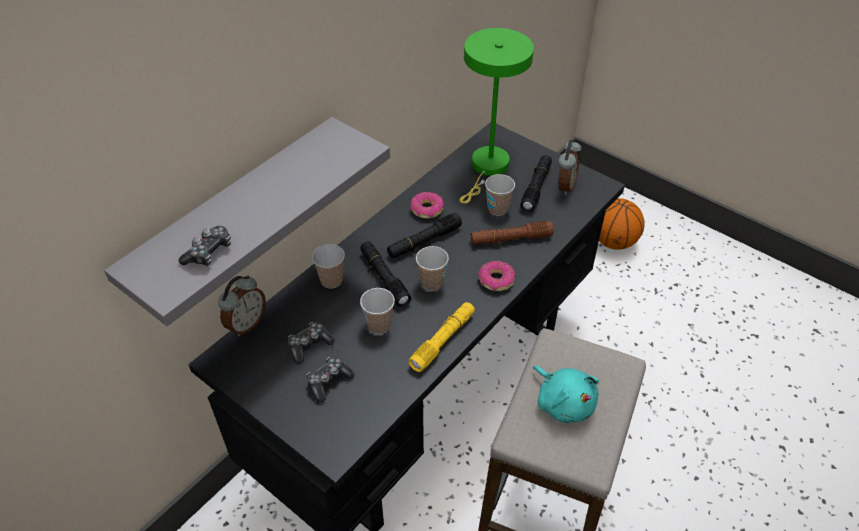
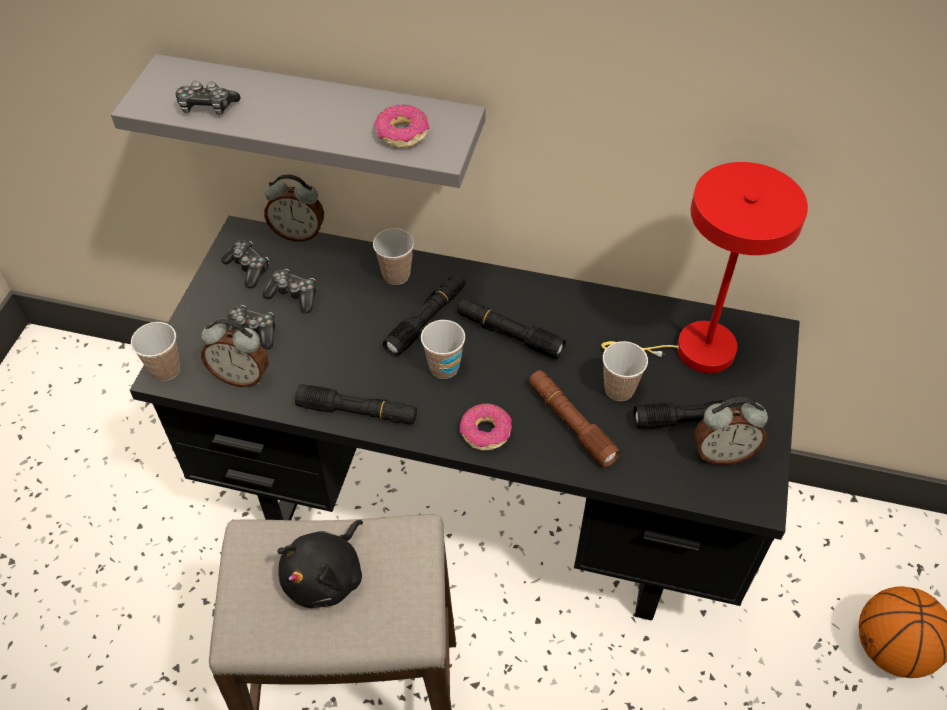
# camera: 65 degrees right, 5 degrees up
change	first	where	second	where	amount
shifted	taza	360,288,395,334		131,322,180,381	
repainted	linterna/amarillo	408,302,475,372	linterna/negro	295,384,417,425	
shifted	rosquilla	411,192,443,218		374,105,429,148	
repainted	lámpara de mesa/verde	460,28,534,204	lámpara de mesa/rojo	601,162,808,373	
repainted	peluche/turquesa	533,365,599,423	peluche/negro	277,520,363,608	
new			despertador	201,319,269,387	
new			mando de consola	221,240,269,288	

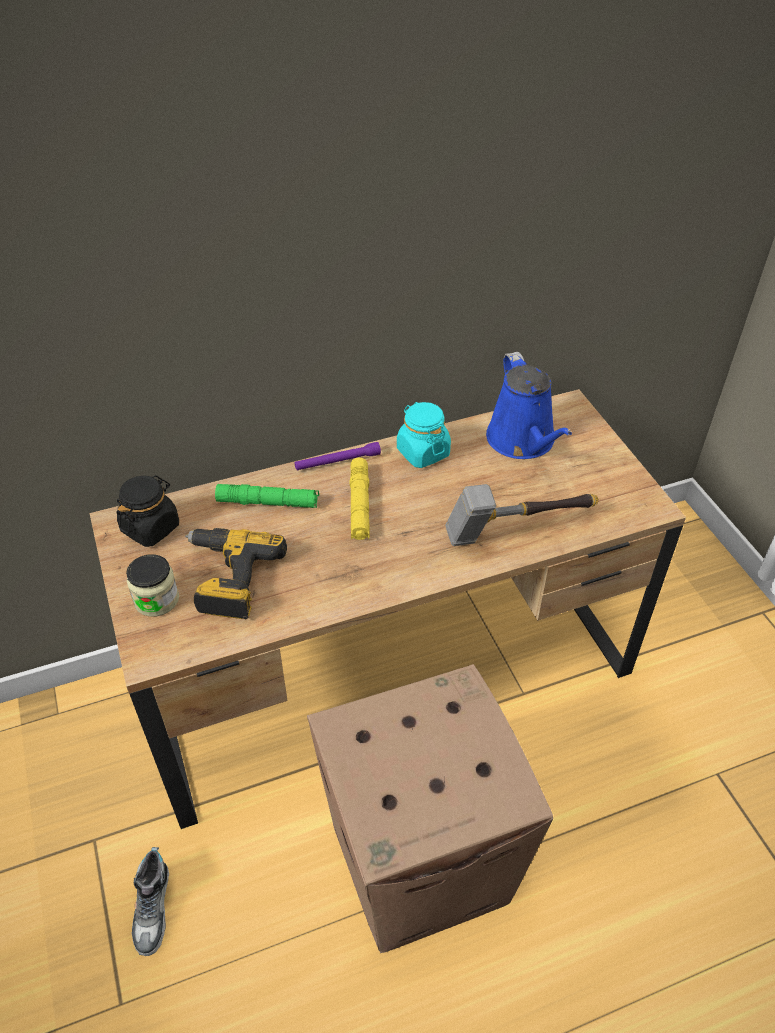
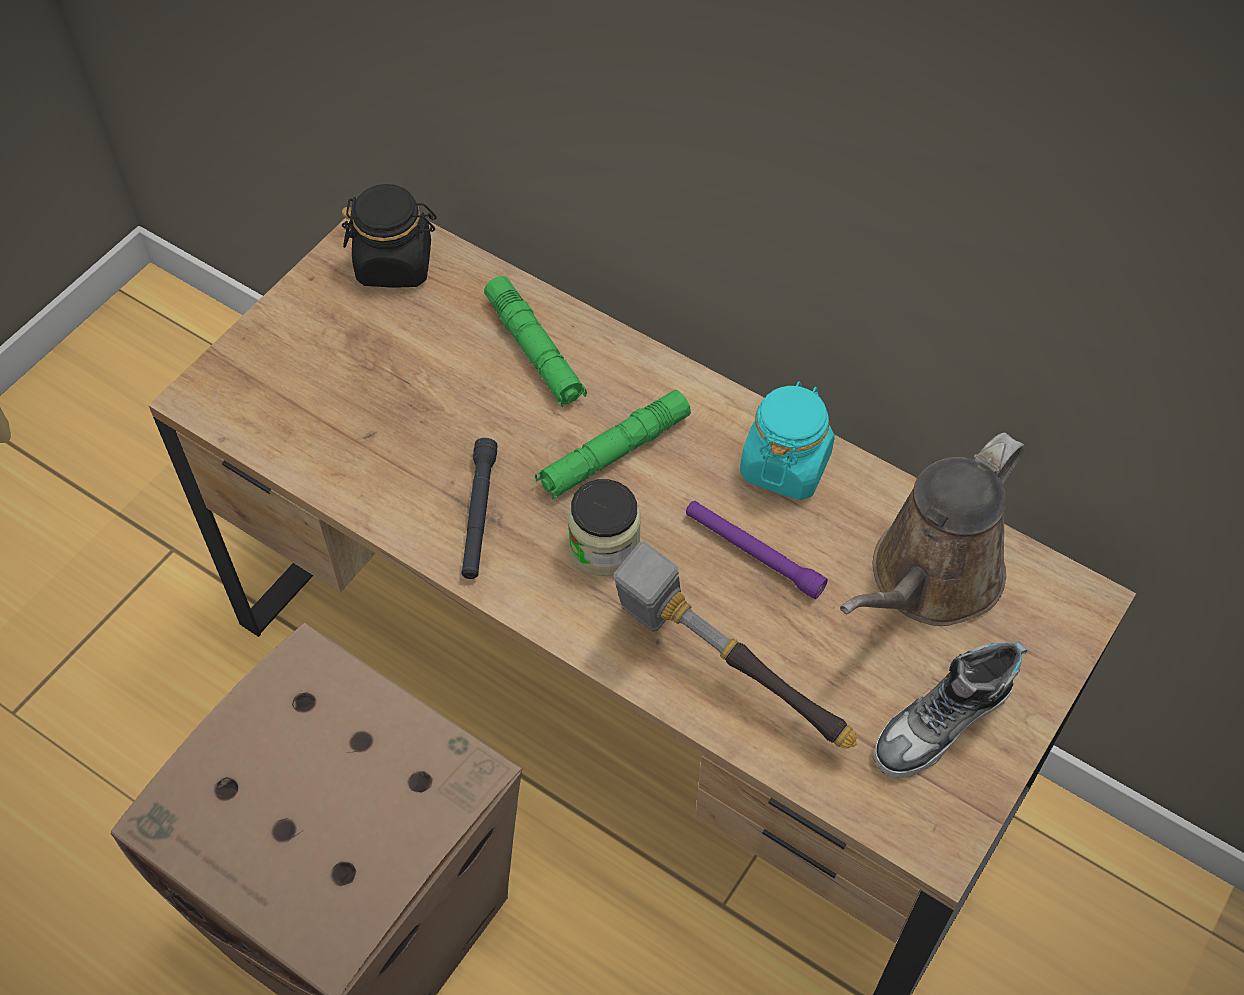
# camera: 55 degrees right, 10 degrees up
change	first	where	second	where	amount
shifted	tarro	126,554,179,617		568,479,641,576	
shifted	zapato	132,847,169,956		873,642,1027,778	
gone	taladro	185,528,287,619			
shifted	linterna/morado	295,442,381,470		686,501,828,599	
repainted	linterna/amarillo	350,458,370,540	linterna/verde	535,390,691,500	
repainted	regadera/azul	486,352,572,459	regadera/marrón	840,433,1025,626	
new			linterna/negro	461,438,498,579	

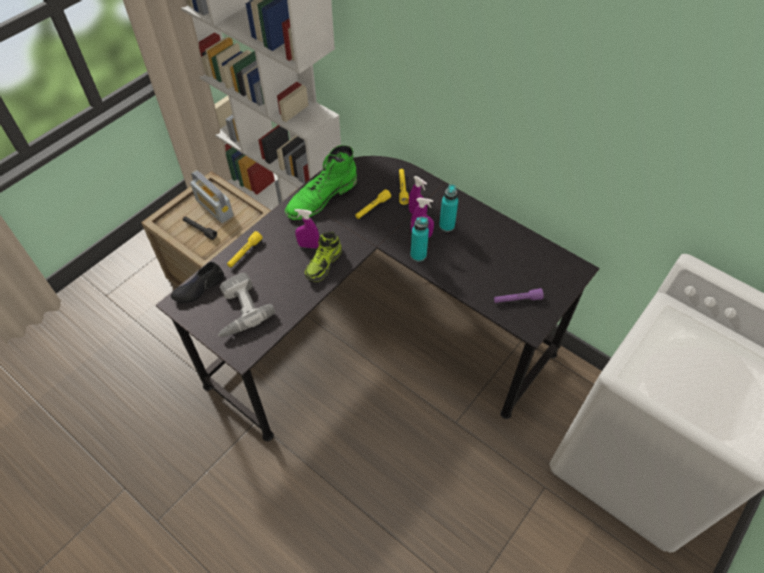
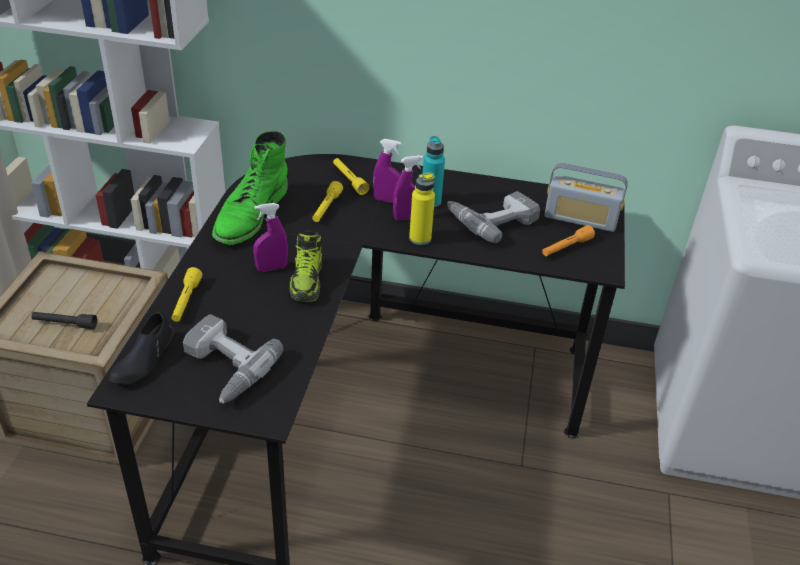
# camera: 30 degrees left, 15 degrees down
change	first	where	second	where	amount
shifted	radio	190,170,234,223		544,163,628,232	
repainted	botella/turquesa	410,217,429,262	botella/amarillo	409,173,435,245	
repainted	linterna/morado	494,288,544,303	linterna/naranja	542,225,595,256	
new			taladro	447,191,540,244	

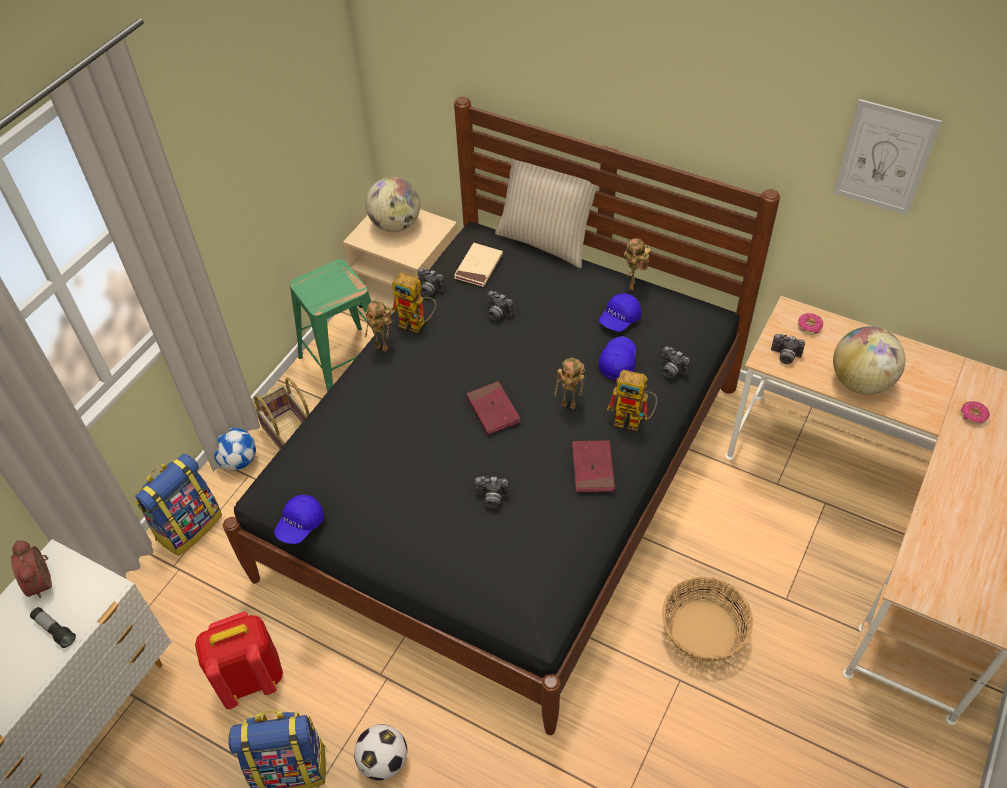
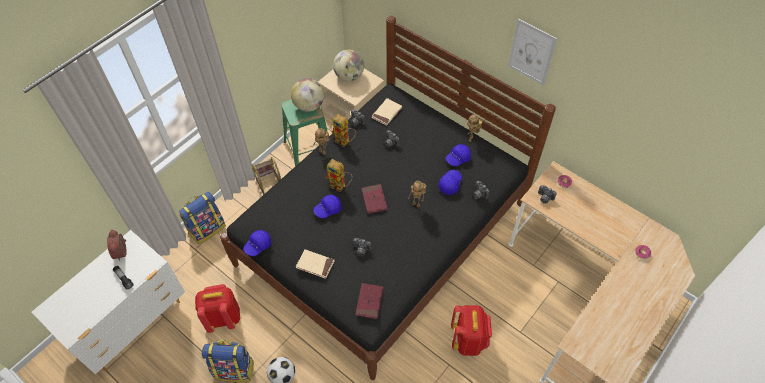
# camera: 10 degrees right, 5 degrees up
change	first	where	second	where	amount
gone	balón de fútbol	214,428,256,470			
gone	cojín/beis	495,158,598,268			
shifted	libro/rojo	572,440,615,492		356,283,383,319	
shifted	robot de juguete	607,370,657,431		326,159,352,192	
swapped	cesta	662,577,753,662	mochila/rojo	451,305,492,356	
shifted	cuadro	833,99,942,215		508,19,557,85	
shifted	globo terráqueo	833,326,905,395		291,78,324,112	
new			libro/beis	296,249,334,279	
new			gorra/azul	313,195,341,218	

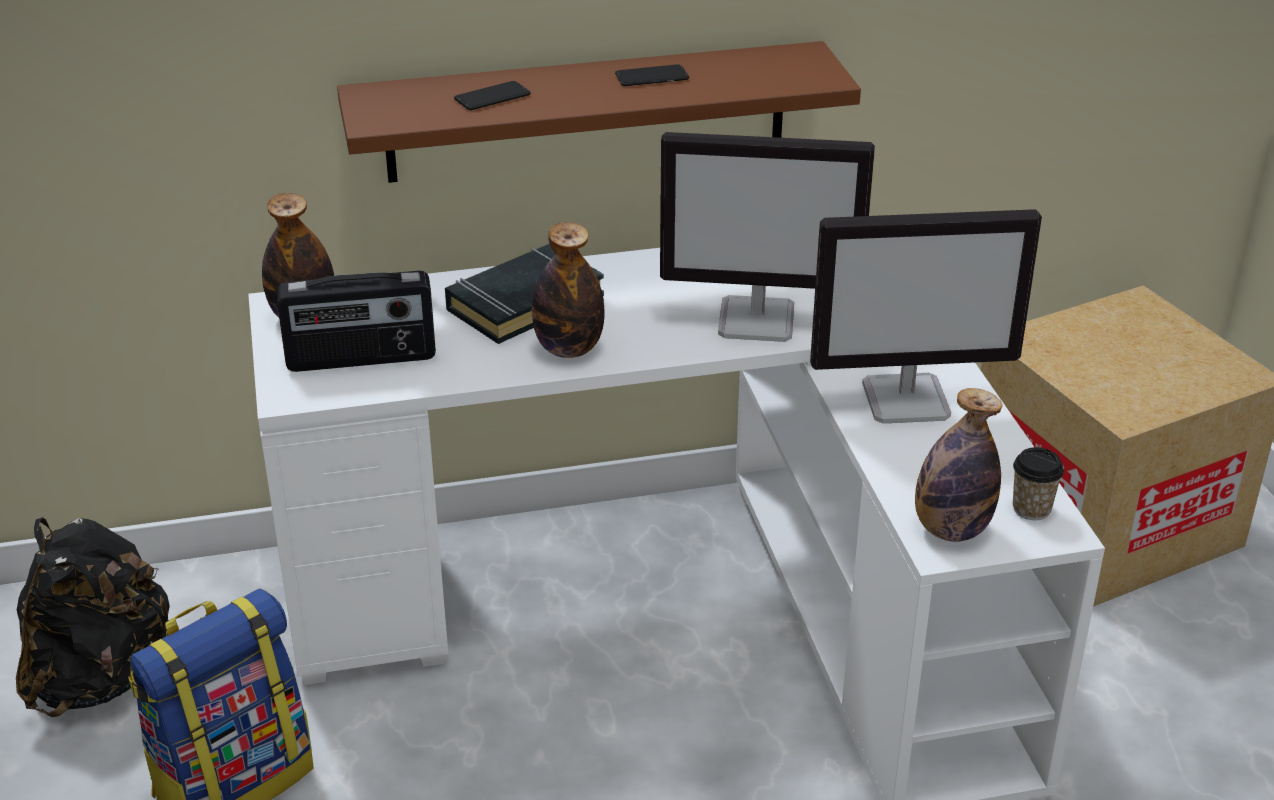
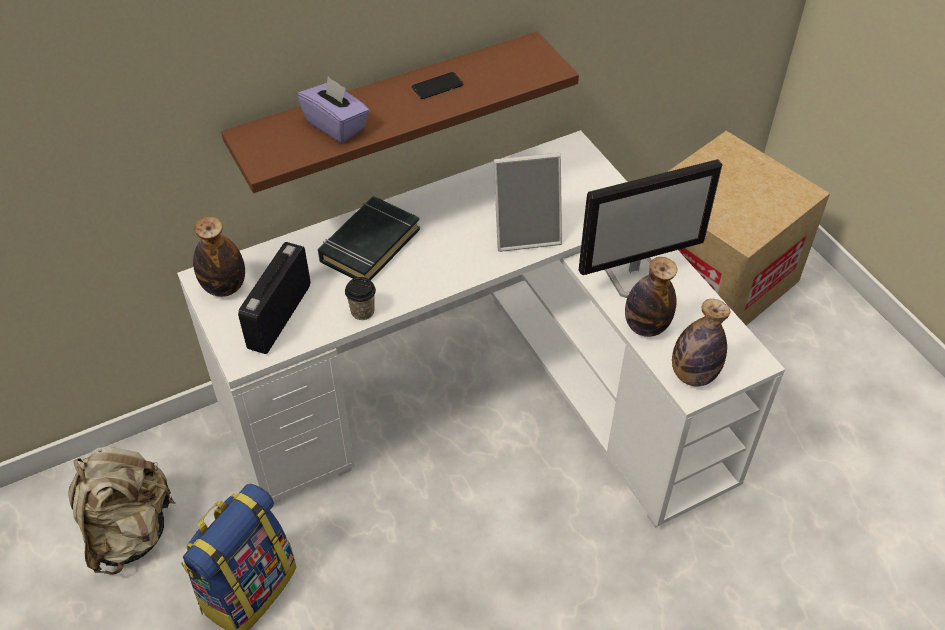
# camera: 15 degrees left, 15 degrees up
change	first	where	second	where	amount
repainted	mochila/negro	16,517,170,717	mochila/beis	68,447,176,575	
rotated	radio	277,271,436,372		238,242,310,354	135 degrees clockwise
swapped	móvil	454,81,530,110	caja de pañuelos/morado	297,76,370,143	
shifted	botella	532,222,605,358		625,257,677,337	
swapped	monitor	660,132,875,342	portarretratos	494,153,562,252	
shifted	taza	1013,447,1064,520		345,277,376,320	

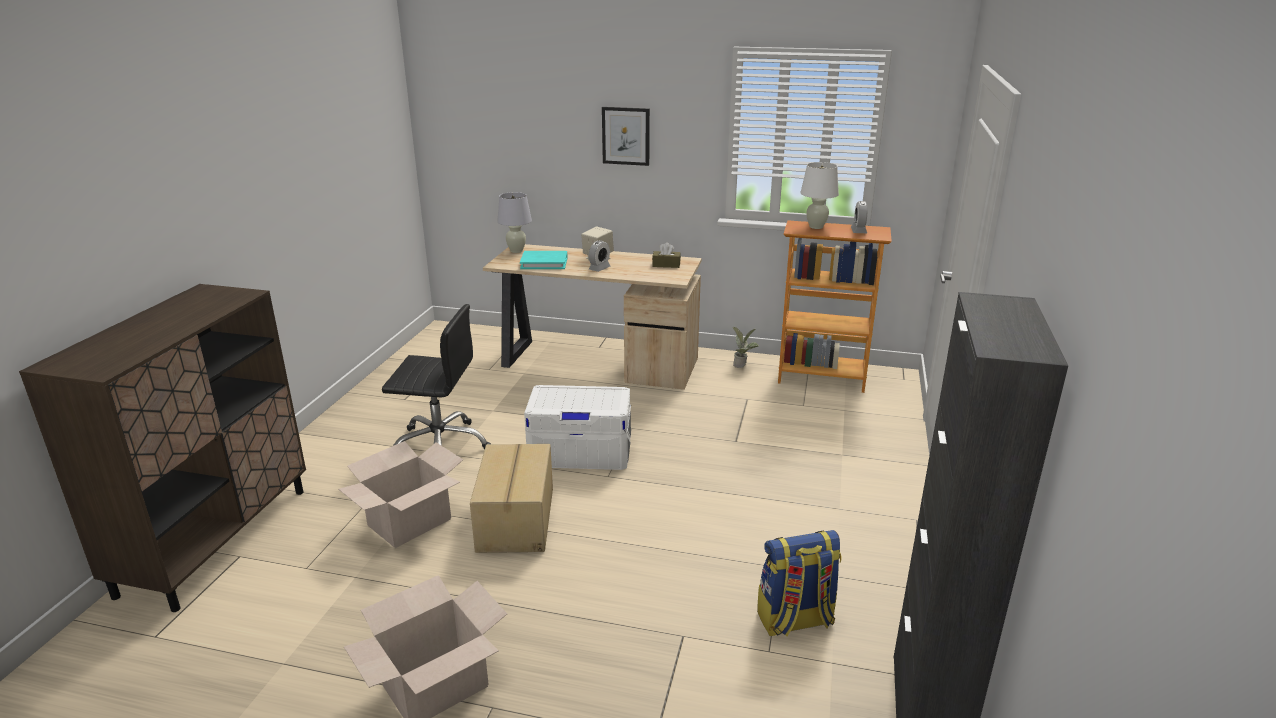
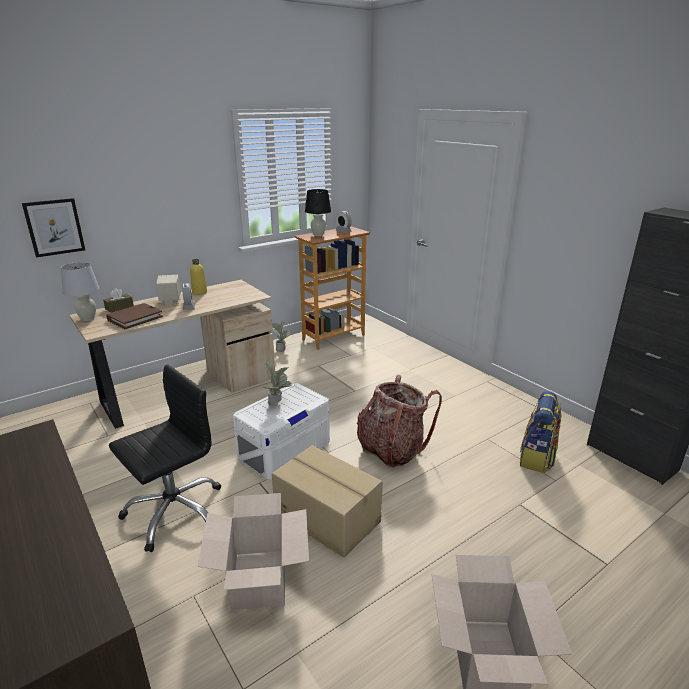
# camera: 50 degrees left, 0 degrees up
change	first	where	second	where	amount
repainted	libro/turquesa	520,251,567,269	libro/marrón	106,303,163,329	
shifted	cuadro	602,107,650,166		22,198,85,258	
shifted	caja de pañuelos/marrón	652,242,681,268		103,288,134,313	
repainted	lámpara de mesa/blanco	800,162,839,229	lámpara de mesa/negro	305,189,331,236	
new			botella/amarillo	190,259,207,295	
new			planta en maceta	262,362,292,406	
new			mochila	357,375,442,468	

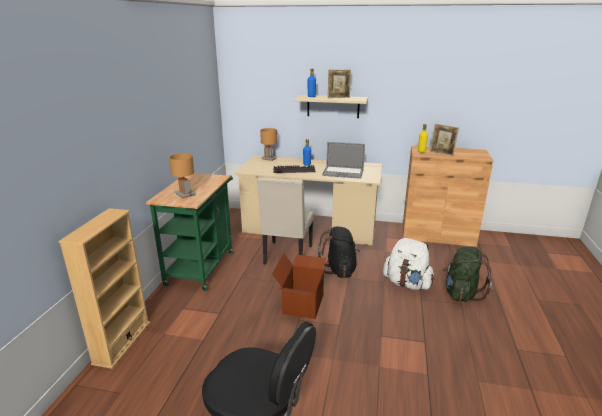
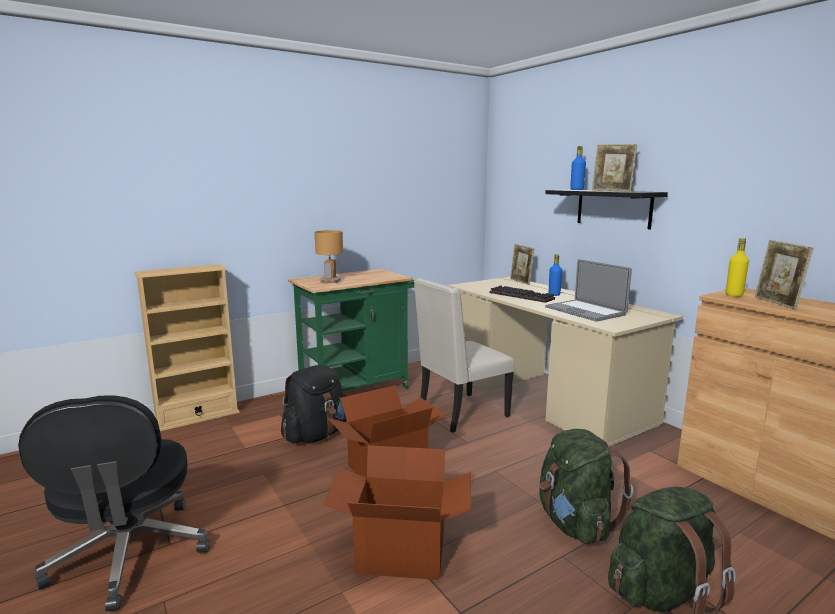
# camera: 45 degrees right, 10 degrees down
change	first	where	second	where	amount
swapped	lámpara de mesa/marrón	260,128,278,161	portarretratos	510,244,534,285	
repainted	estante/beis	295,95,368,118	estante/negro	545,190,668,229	
shifted	mochila/negro	318,227,360,278		281,365,347,443	
repainted	mochila/blanco	383,238,434,290	mochila/verde	539,429,633,544	
new			caja de cartón	323,445,471,580	

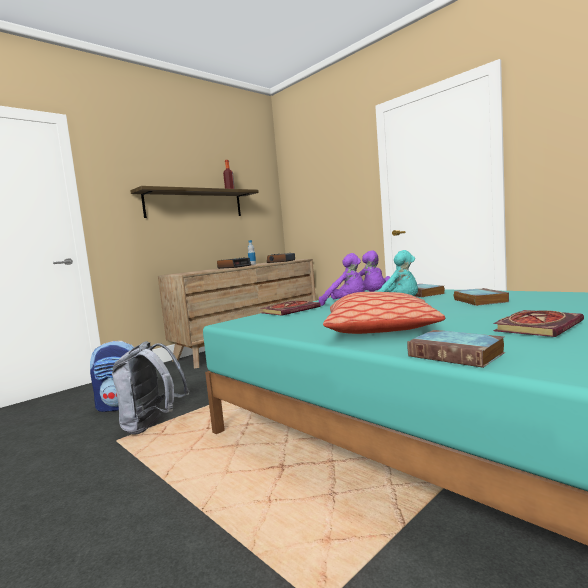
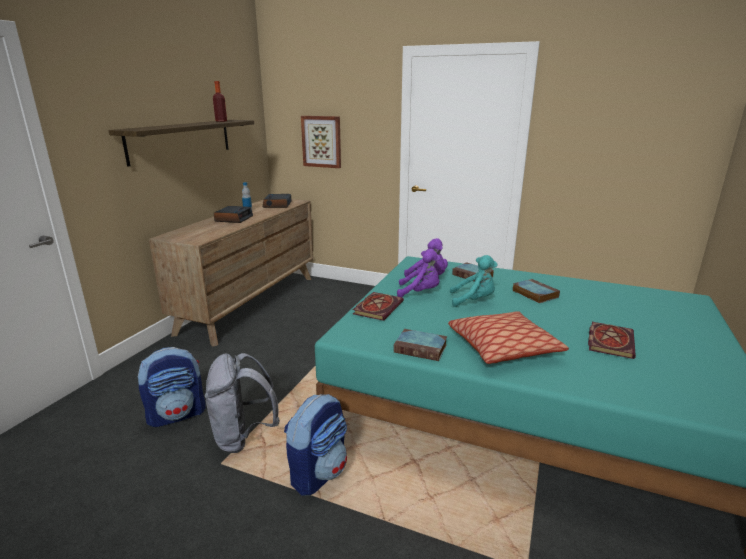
# camera: 25 degrees left, 15 degrees up
change	first	where	second	where	amount
shifted	libro	407,330,505,368		394,329,447,361	
new			mochila	284,394,347,496	
new			cuadro	301,116,341,168	

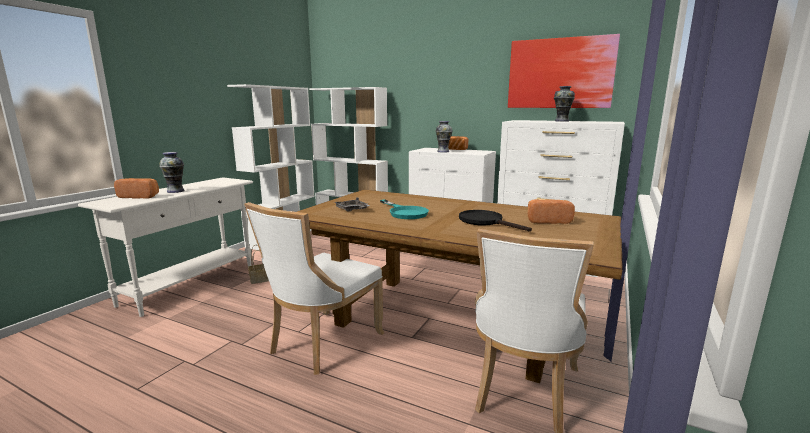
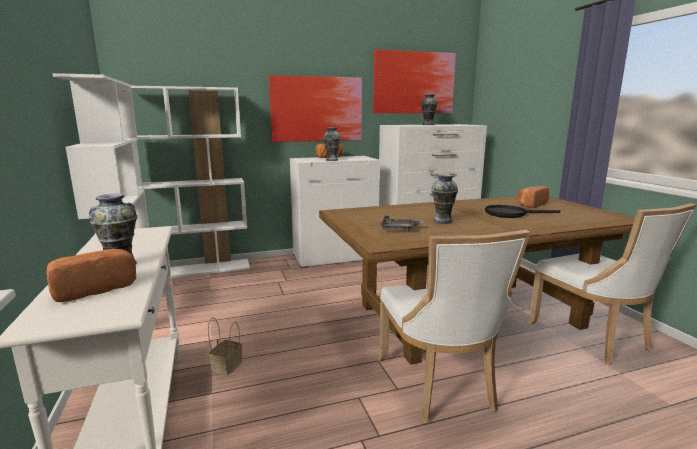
# camera: 45 degrees left, 0 degrees up
change	first	where	second	where	amount
swapped	sartén/turquesa	380,199,429,219	florero	431,174,458,224	
new			cuadro	269,75,362,142	

